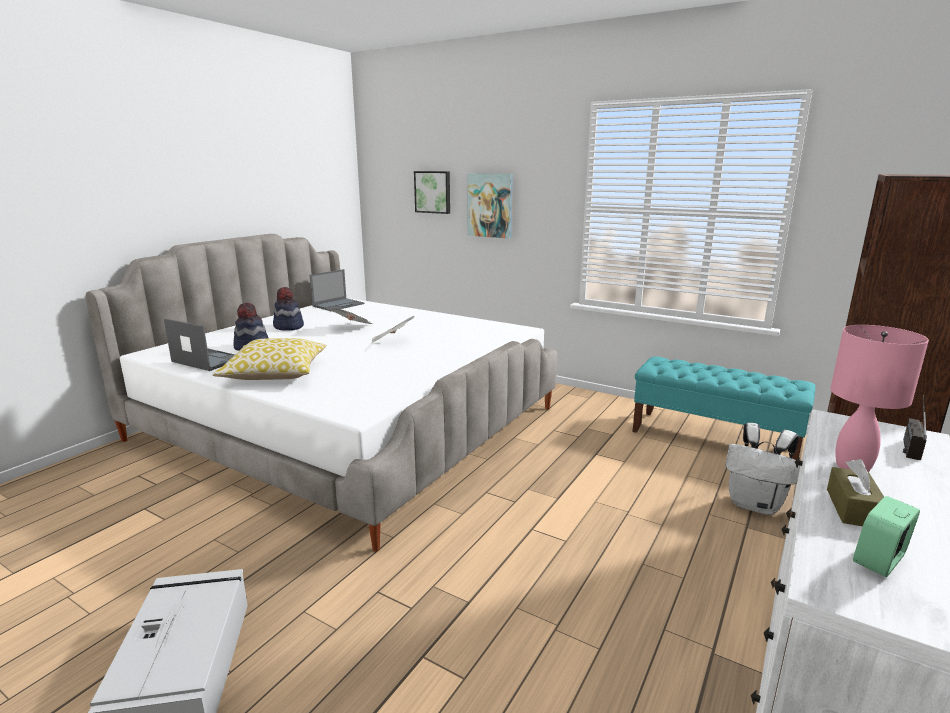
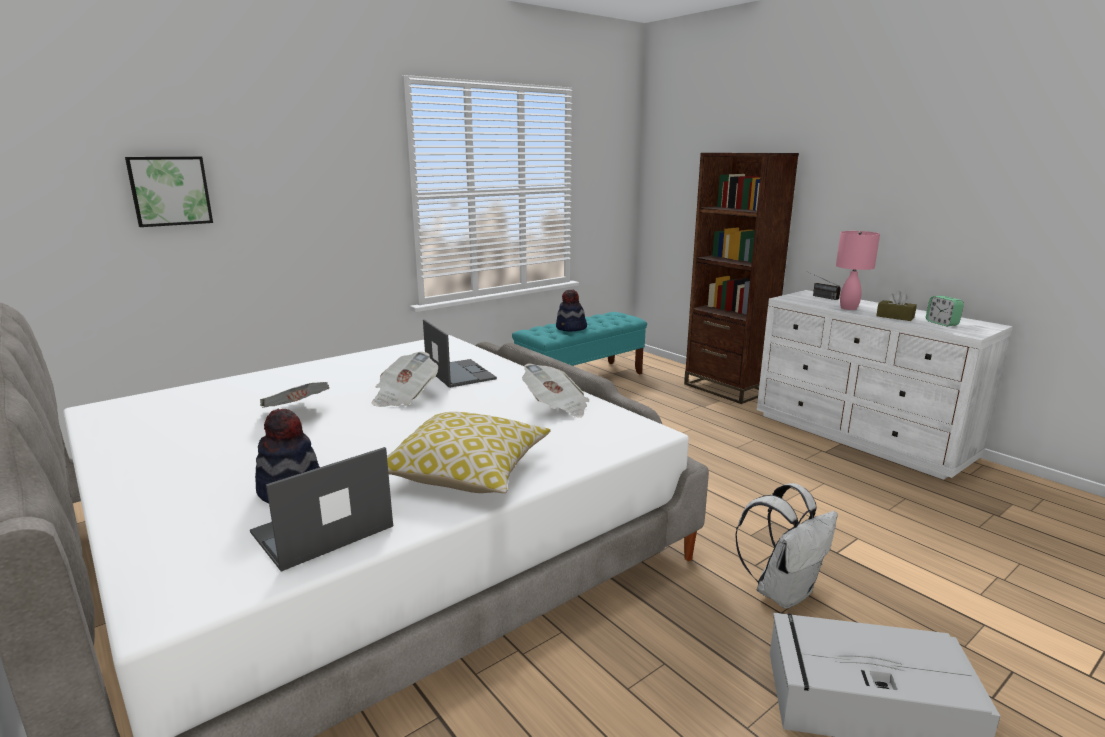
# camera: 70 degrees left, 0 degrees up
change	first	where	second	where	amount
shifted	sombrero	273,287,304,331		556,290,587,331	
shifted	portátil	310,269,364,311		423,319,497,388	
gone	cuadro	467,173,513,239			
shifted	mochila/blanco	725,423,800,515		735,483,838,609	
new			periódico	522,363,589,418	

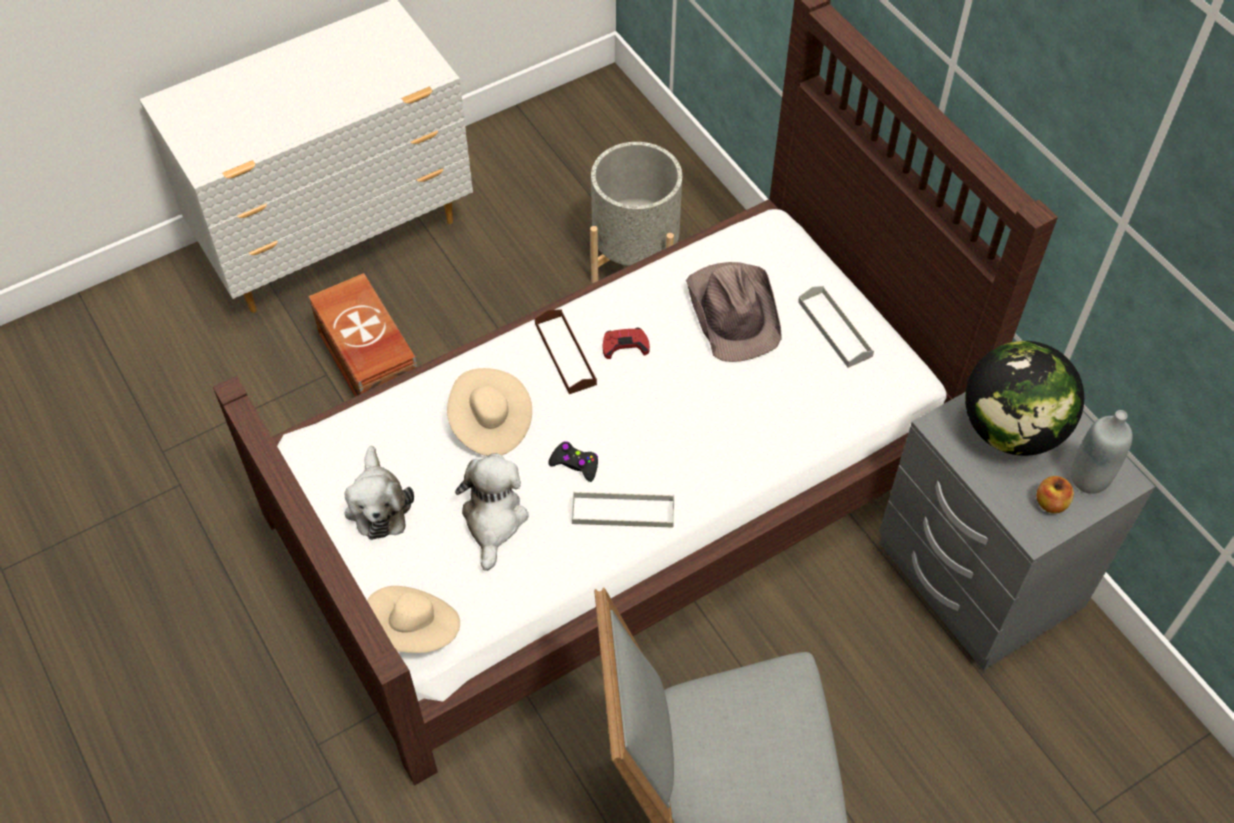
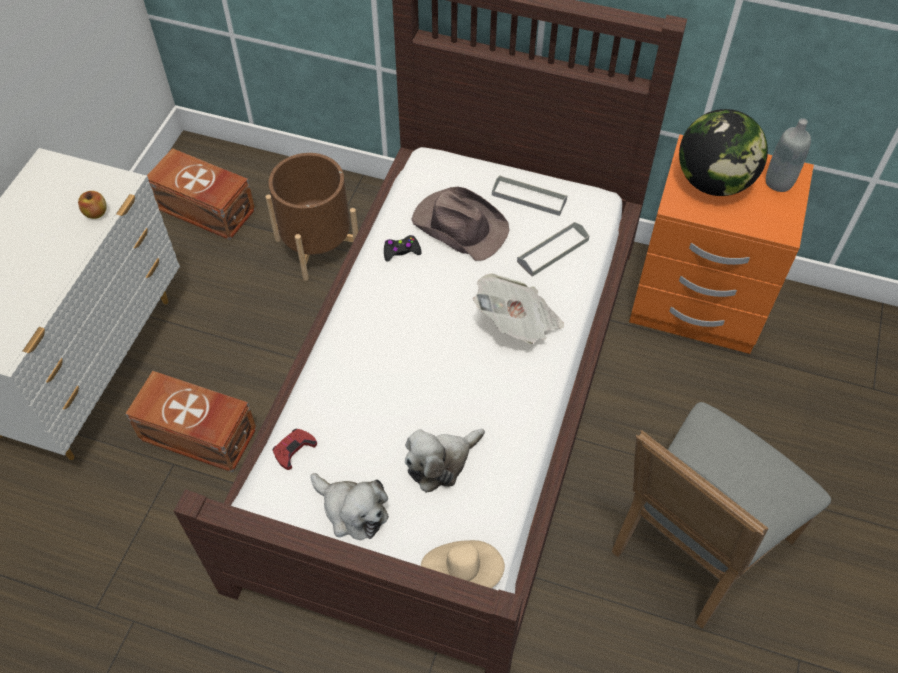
# camera: 40 degrees left, 0 degrees up
change	first	where	second	where	amount
gone	sombrero/beis	447,368,532,456			
rotated	peluche	455,453,528,571		405,429,485,493	90 degrees counterclockwise
gone	bandeja/marrón	535,310,597,394			
shifted	mando de consola/negro	548,441,598,482		384,235,422,262	
shifted	bandeja/gris	572,491,674,528		517,222,589,277	
repainted	maceta/gris	590,142,682,283	maceta/marrón	265,153,358,281	
shifted	mando de consola/rojo	603,328,650,359		272,429,317,470	
repainted	mesita de noche/gris	879,392,1155,671	mesita de noche/naranja	629,134,814,354	
shifted	manzana	1036,476,1074,513		78,191,107,219	
new			caja de almacenaje/marrón	147,148,255,240	
new			periódico	473,273,564,344	

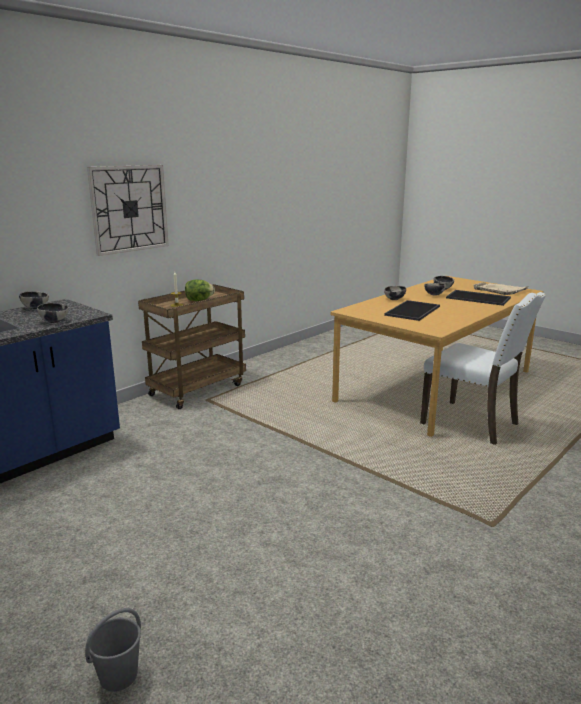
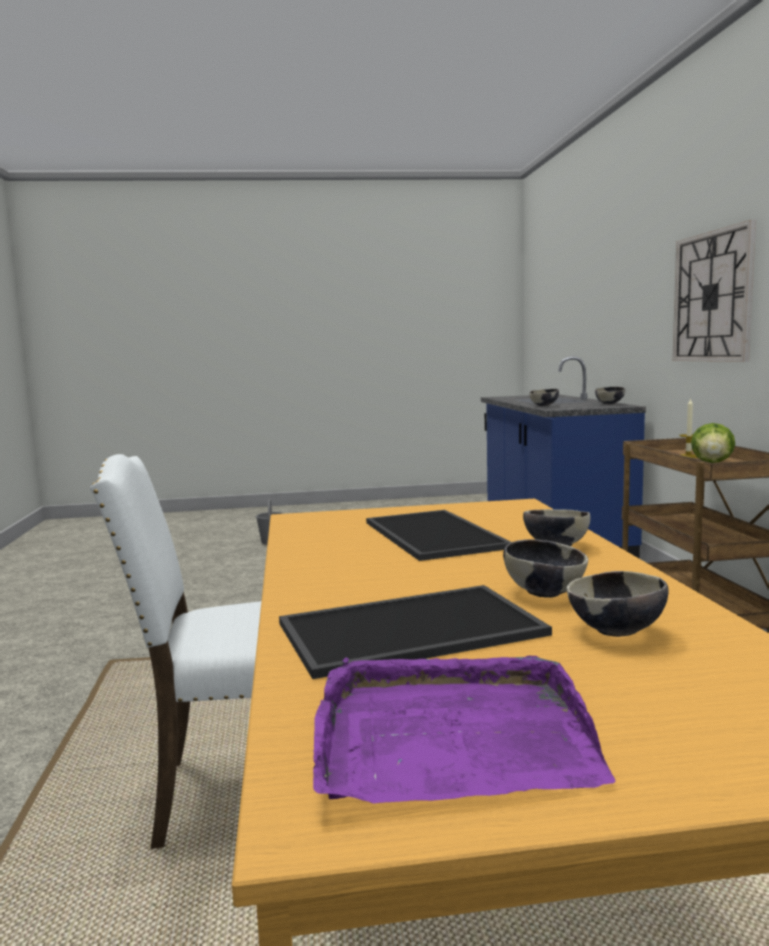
# camera: 130 degrees right, 10 degrees down
change	first	where	second	where	amount
repainted	bandeja/beis	473,282,529,295	bandeja/morado	313,655,615,804	

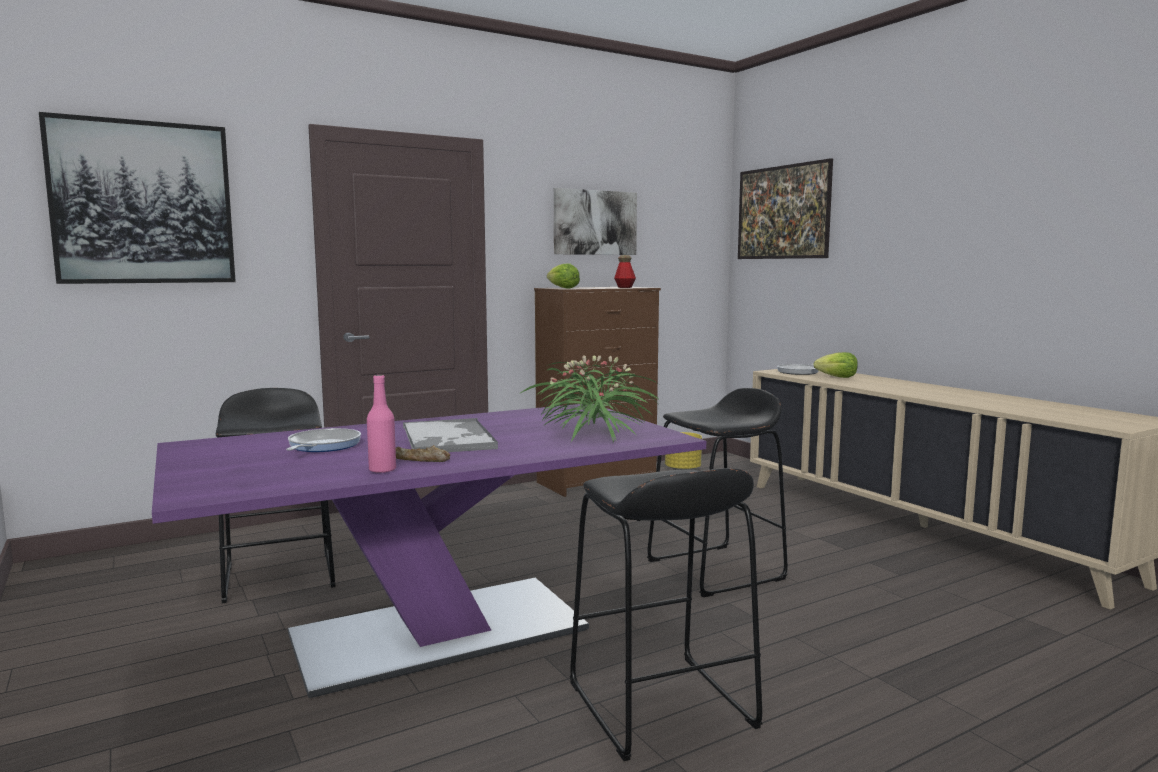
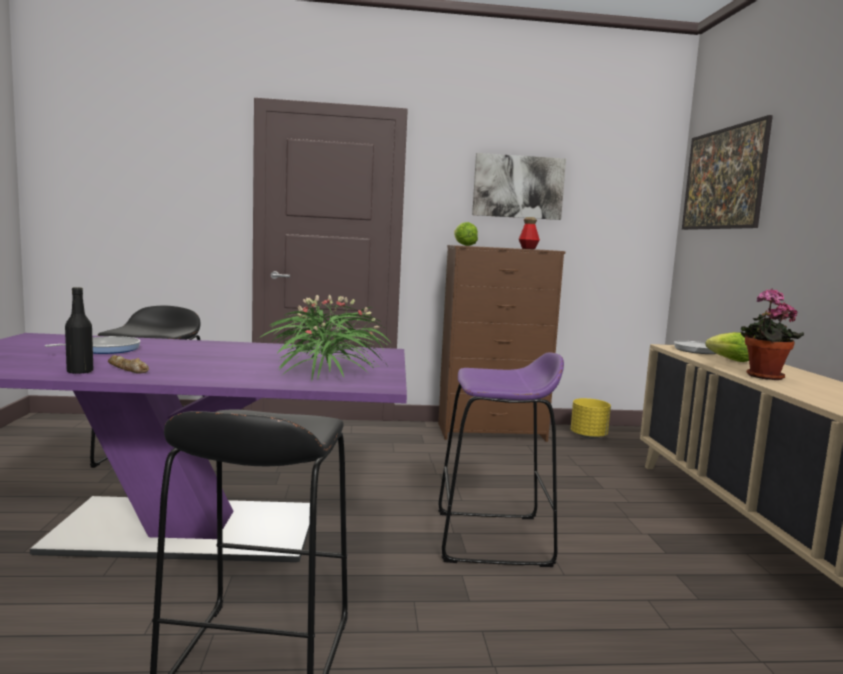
# camera: 25 degrees right, 0 degrees up
change	first	where	second	where	amount
gone	cuadro	39,112,236,284			
repainted	botella/rosa	367,375,396,473	botella/negro	65,287,94,374	
gone	bandeja	403,418,499,452			
repainted	taburete/negro	647,388,788,597	taburete/morado	438,352,564,567	
new			planta en maceta	741,289,804,380	

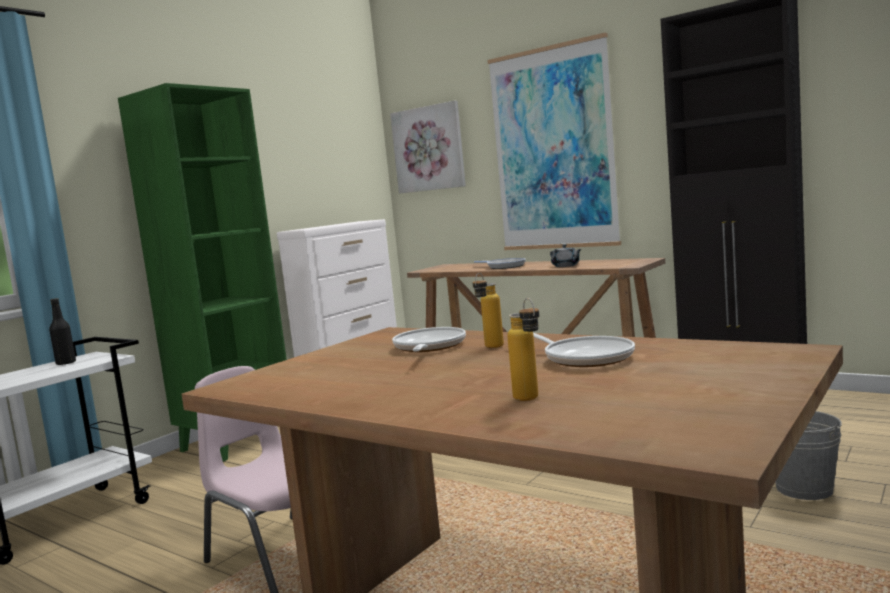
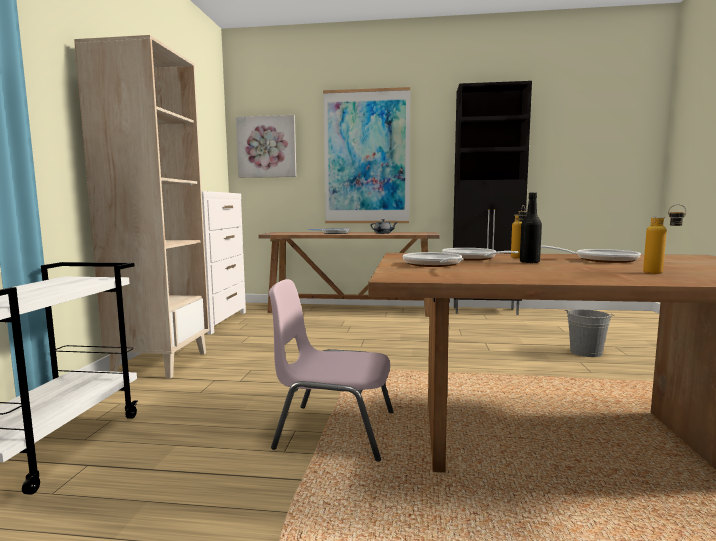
# camera: 30 degrees left, 0 degrees up
change	first	where	second	where	amount
shifted	botella/negro	49,298,76,365		520,193,542,263	
repainted	estantería/verde	118,83,287,462	estantería/beis	74,35,209,379	
new			sartén	403,252,464,267	

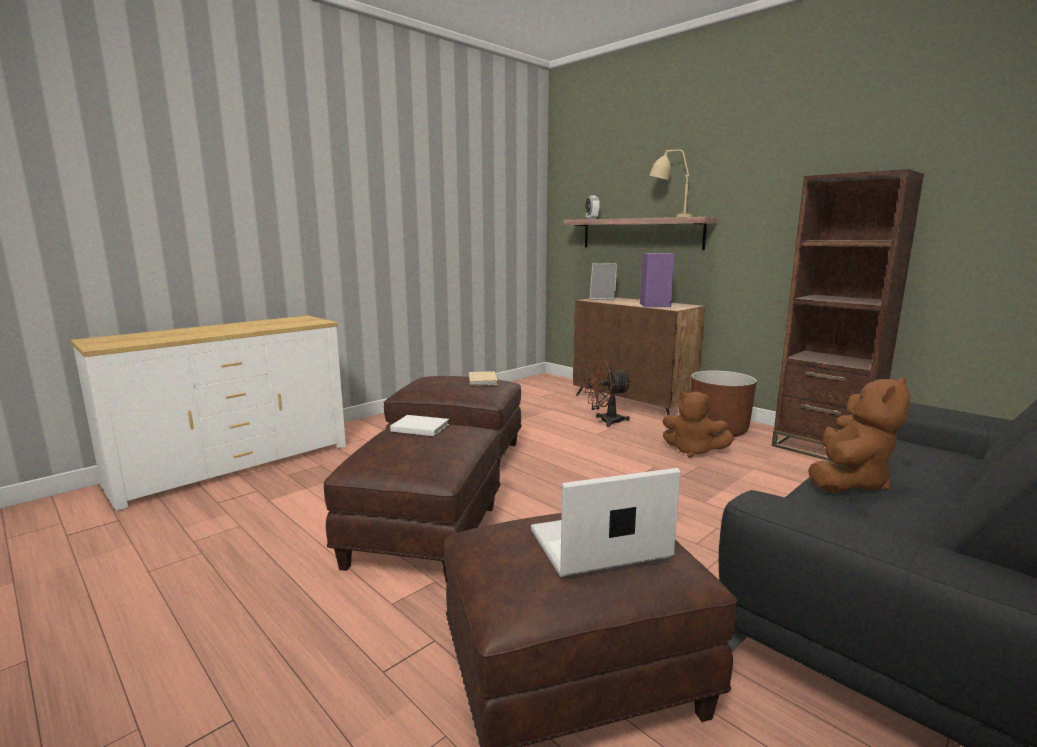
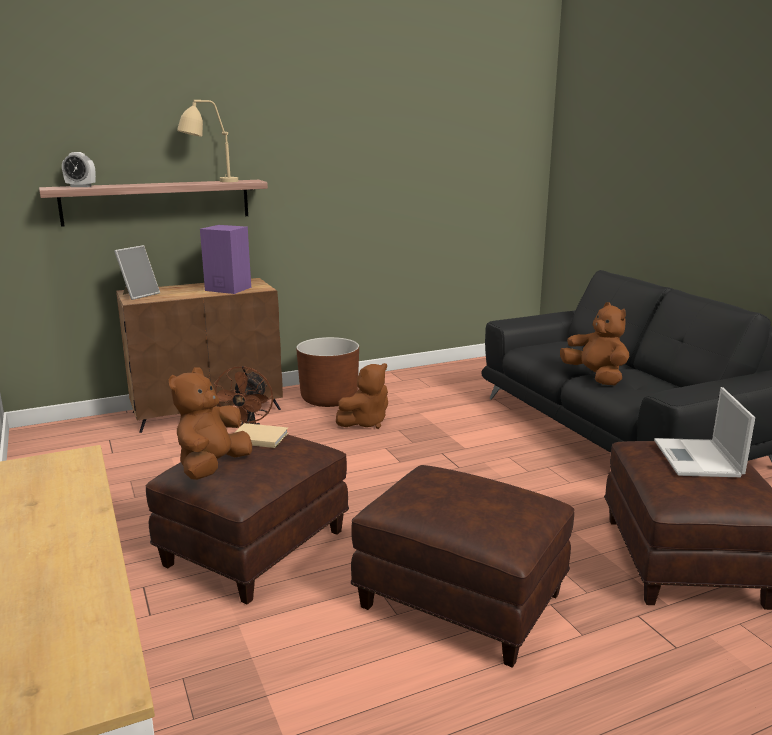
# camera: 70 degrees left, 5 degrees up
change	first	where	second	where	amount
gone	libro/blanco	390,415,449,436			
gone	estantería/marrón	772,169,924,461			
new			peluche/marrón	169,367,252,480	

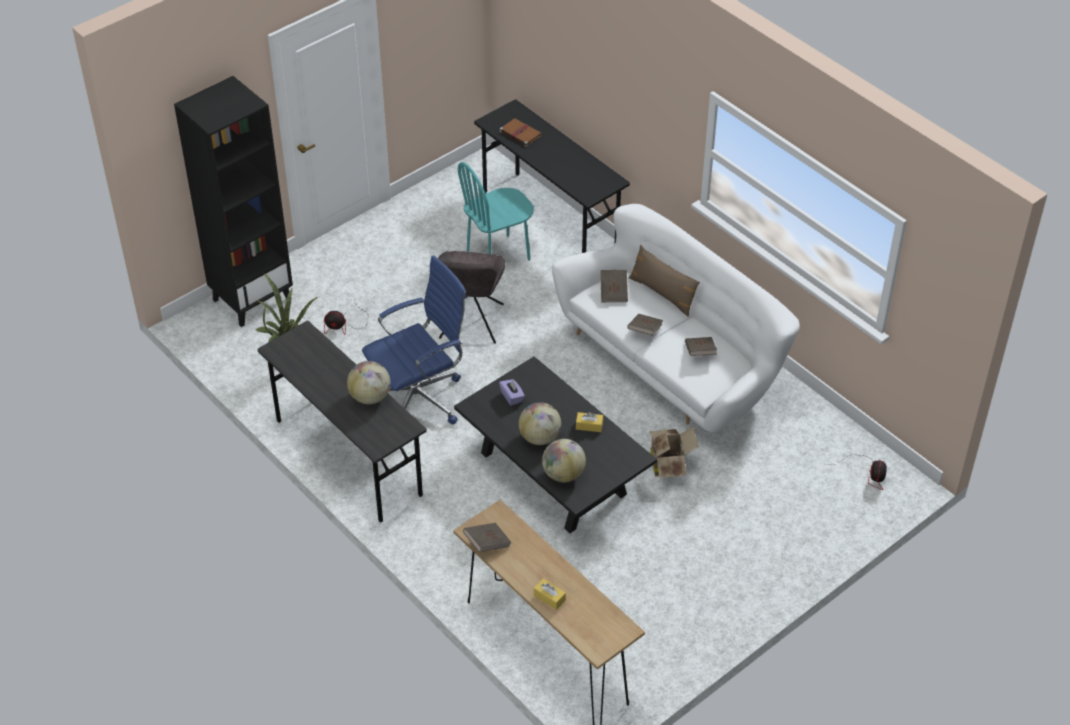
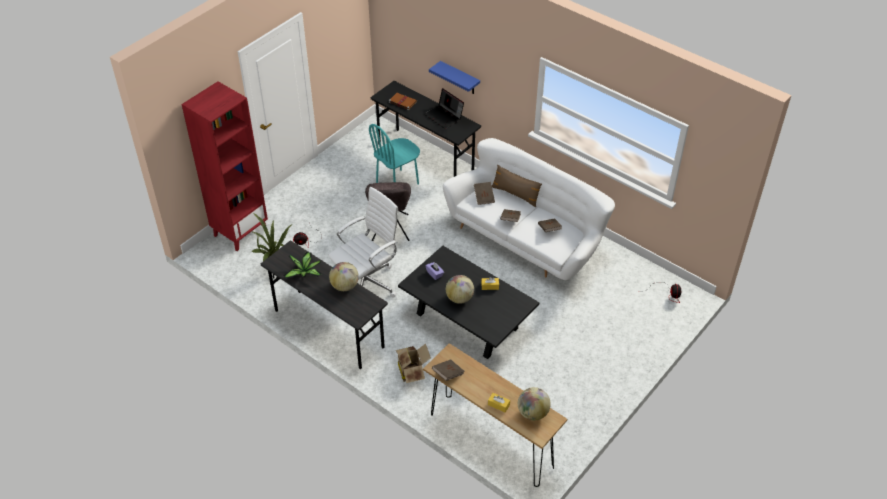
# camera: 10 degrees left, 0 degrees up
change	first	where	second	where	amount
repainted	estantería/negro	174,76,293,327	estantería/rojo	182,81,268,251	
repainted	silla de oficina/azul	362,256,467,424	silla de oficina/blanco	328,187,399,297	
shifted	globo terráqueo	542,439,586,482		518,387,551,421	
shifted	caja de cartón	650,426,699,478		395,344,431,383	
new			planta en maceta	283,252,322,279	
new			portátil	425,88,464,129	
new			estante/azul	429,61,480,94	

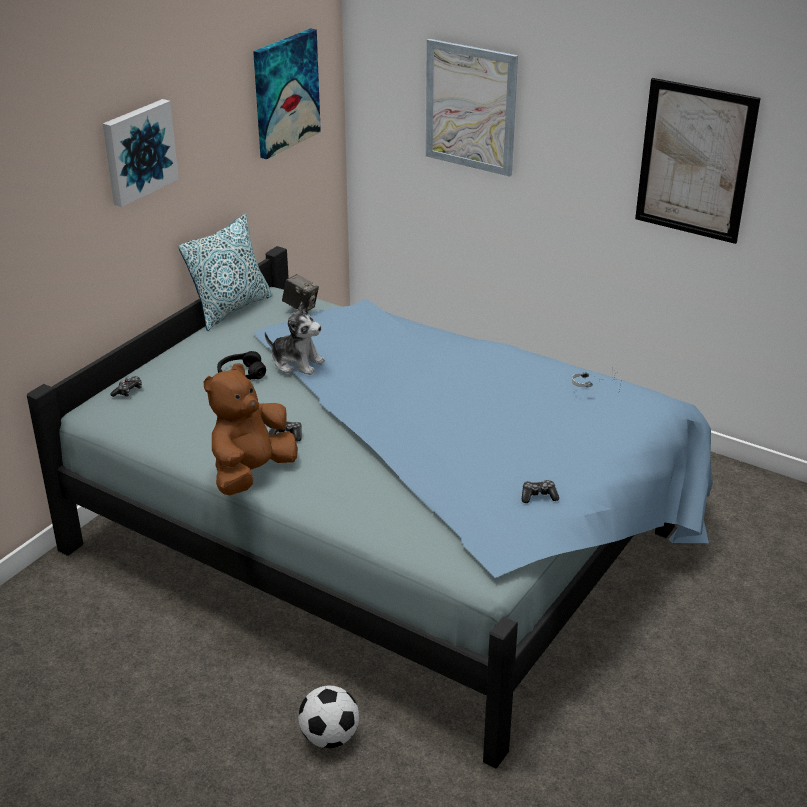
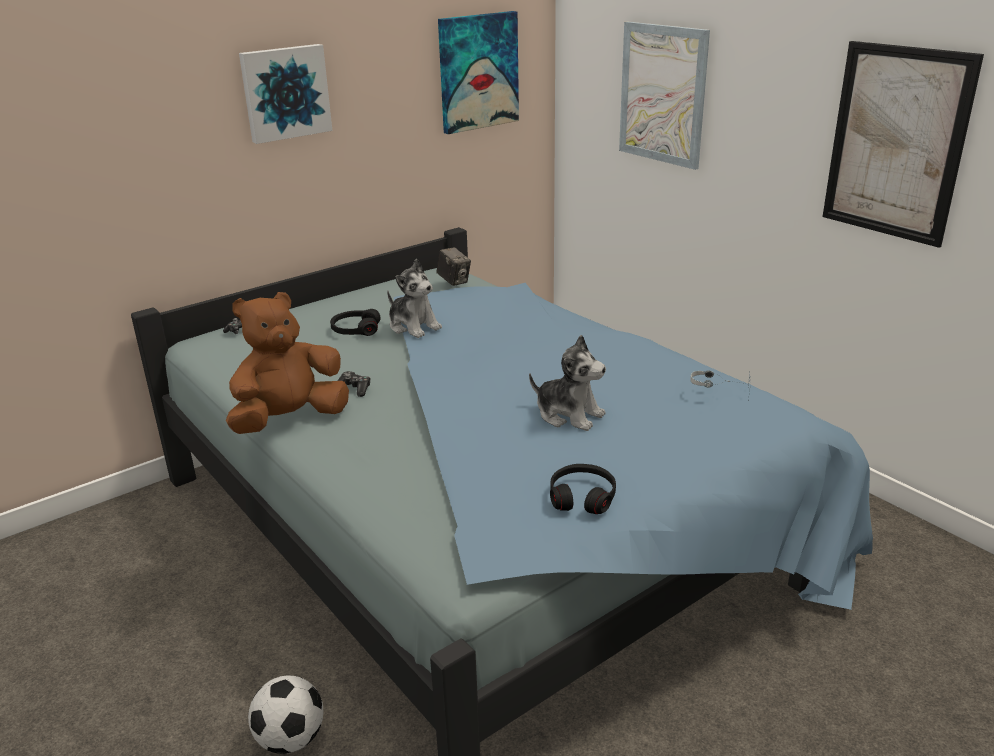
# camera: 20 degrees right, 5 degrees down
change	first	where	second	where	amount
gone	cojín	178,214,273,331			
swapped	mando de consola	522,480,559,503	auriculares/negro	550,464,616,514	
new			peluche	529,335,606,431	

